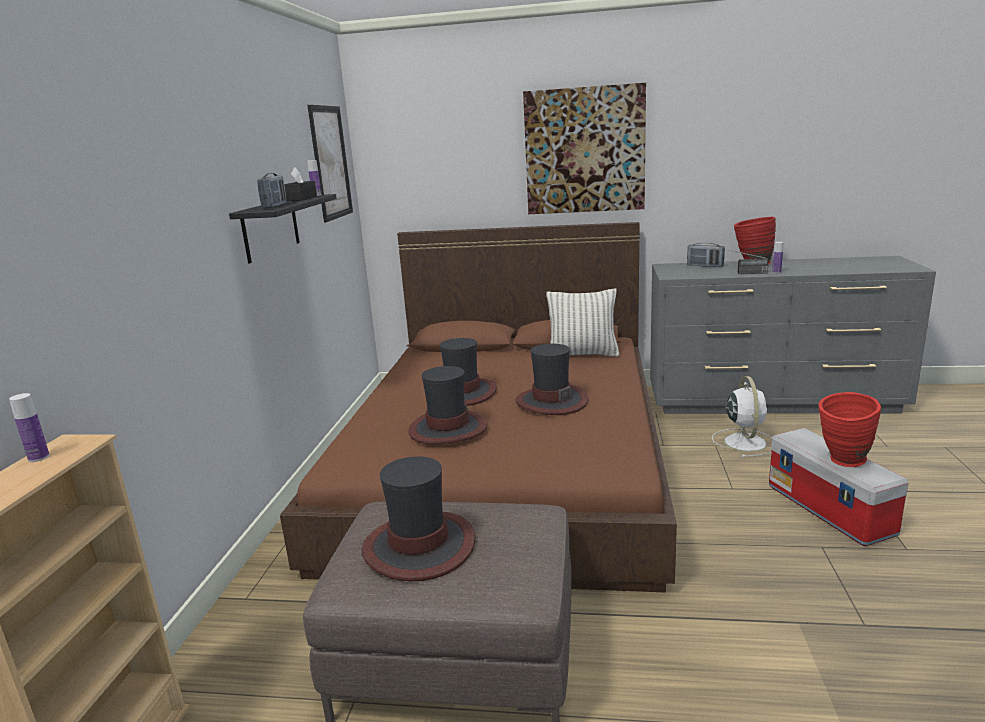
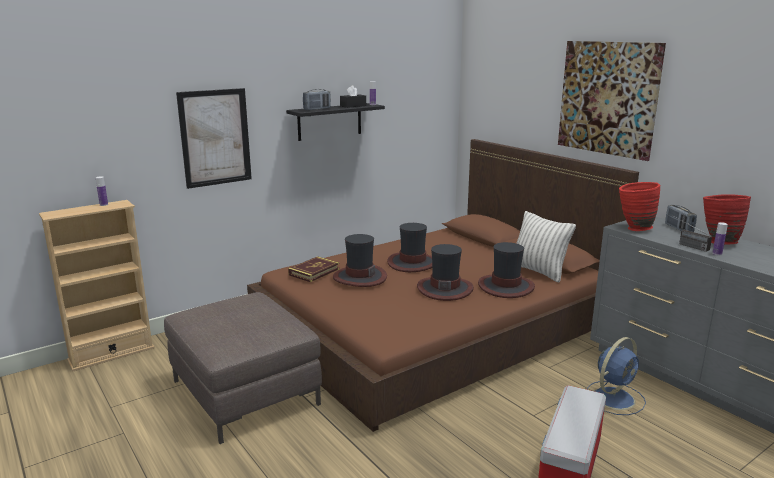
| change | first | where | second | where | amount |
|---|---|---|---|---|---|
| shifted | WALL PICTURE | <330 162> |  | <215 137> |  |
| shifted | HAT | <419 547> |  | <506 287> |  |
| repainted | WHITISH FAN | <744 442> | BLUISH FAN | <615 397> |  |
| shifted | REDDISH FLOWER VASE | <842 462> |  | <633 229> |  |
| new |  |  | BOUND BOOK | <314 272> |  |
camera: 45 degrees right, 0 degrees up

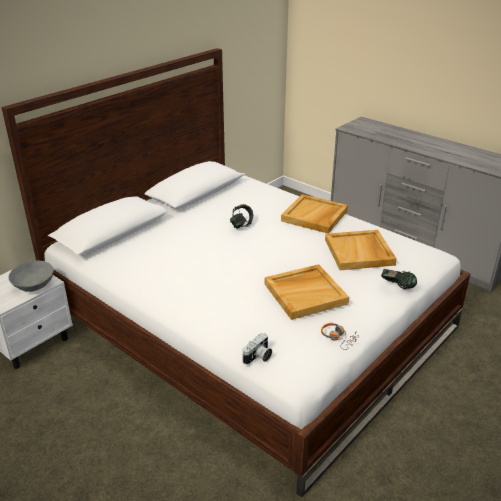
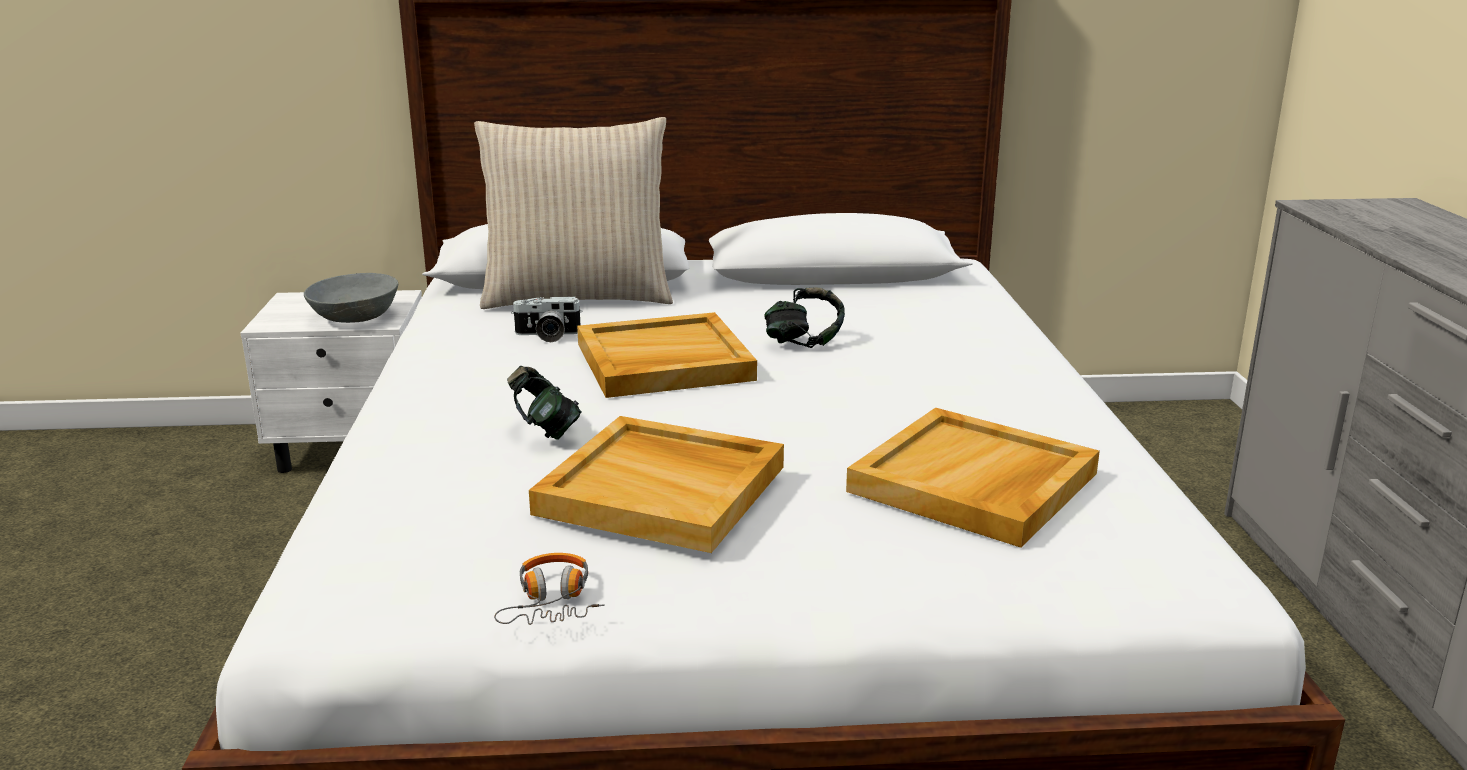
| change | first | where | second | where | amount |
|---|---|---|---|---|---|
| shifted | STILL CAMERA | <258 357> |  | <547 336> |  |
| shifted | BEIGE-COLOURED TRAY | <314 216> |  | <663 362> |  |
| shifted | HEADPHONES | <397 287> |  | <545 431> |  |
| new |  |  | BEIGE-COLOURED THROW PILLOW | <578 297> |  |
camera: 45 degrees right, 10 degrees down

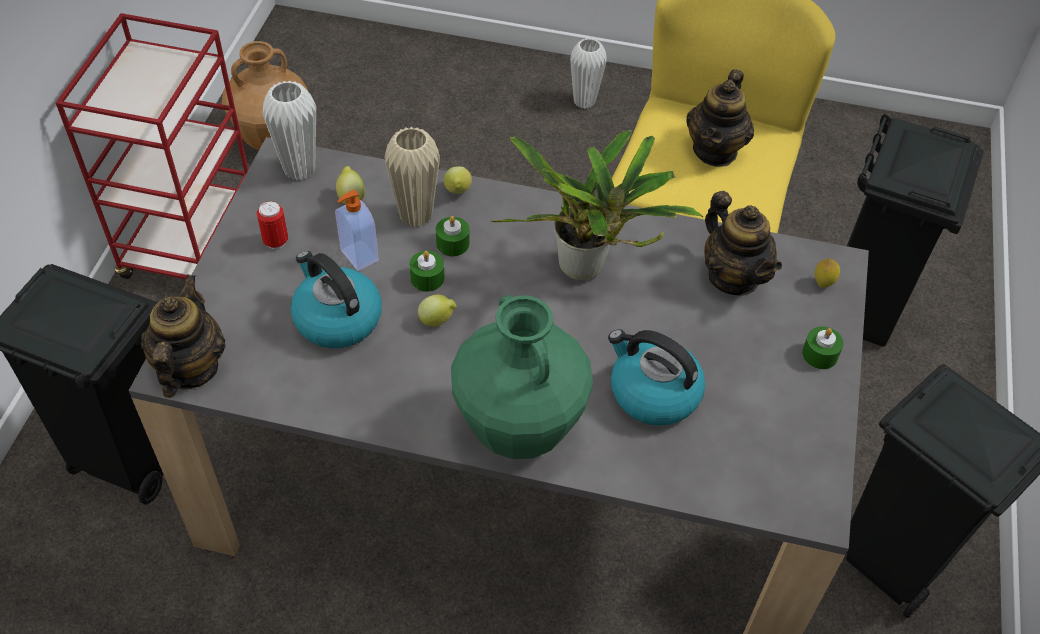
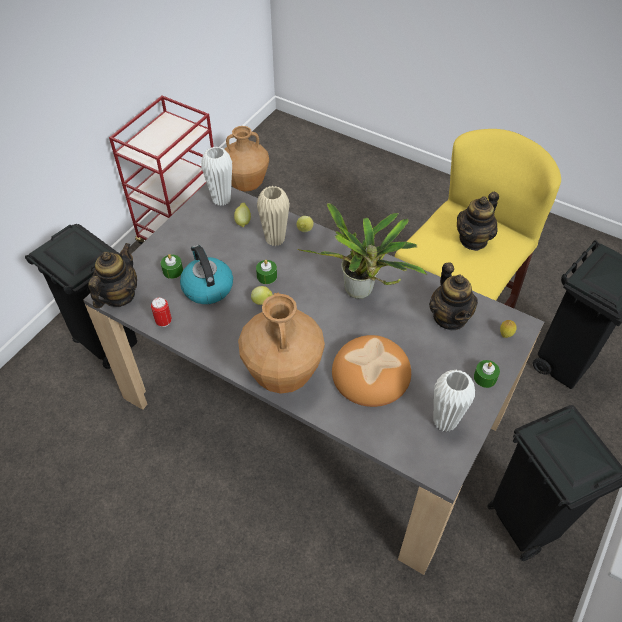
| change | first | where | second | where | amount |
|---|---|---|---|---|---|
| shifted | CAN | <276 241> |  | <164 321> |  |
| gone | SOAP BOTTLE | <358 256> |  |  |  |
| shifted | GREEN WAX LIGHT | <452 243> |  | <173 271> |  |
| repainted | GREEN FLOWER VASE | <519 430> | BROWN FLOWER VASE | <283 376> |  |
| shifted | WHITISH FLOWER VASE | <584 101> |  | <445 421> |  |
| swapped | WATER KETTLE | <652 393> | BAKERY BREAD | <370 374> |  |
camera: 20 degrees right, 0 degrees up

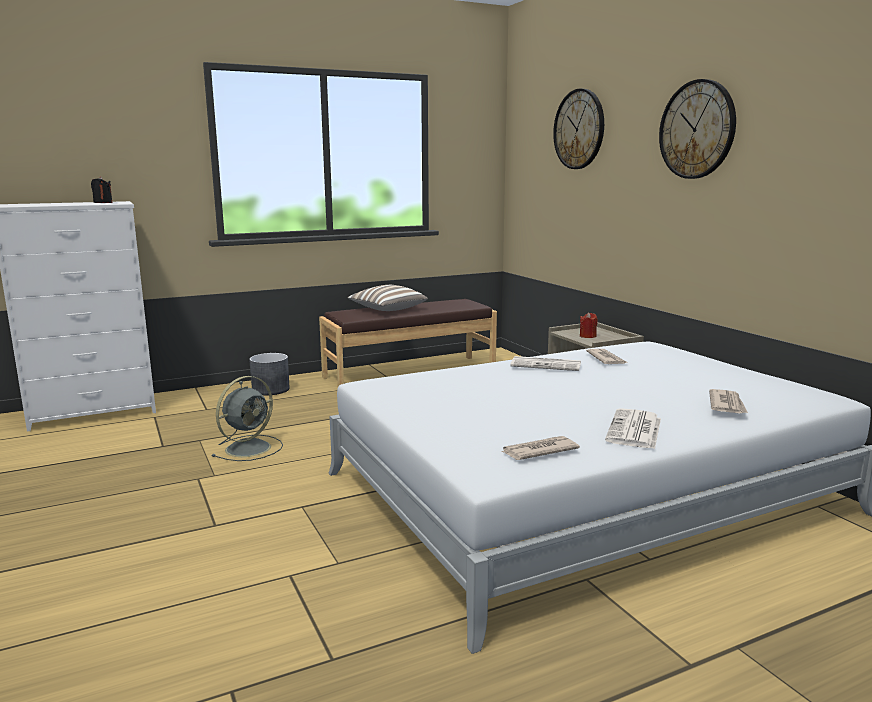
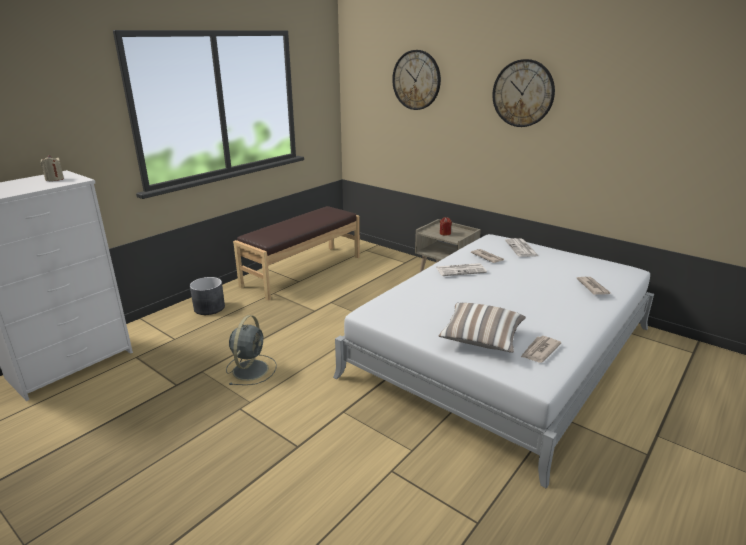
| change | first | where | second | where | amount |
|---|---|---|---|---|---|
| repainted | BLACKISH WAX LIGHT | <103 203> | BEIGE-COLOURED WAX LIGHT | <54 179> |  |
| shifted | THROW PILLOW | <387 310> |  | <481 339> |  |
| shifted | PRINTED PAPER | <634 430> |  | <522 248> |  |
camera: 25 degrees left, 10 degrees up

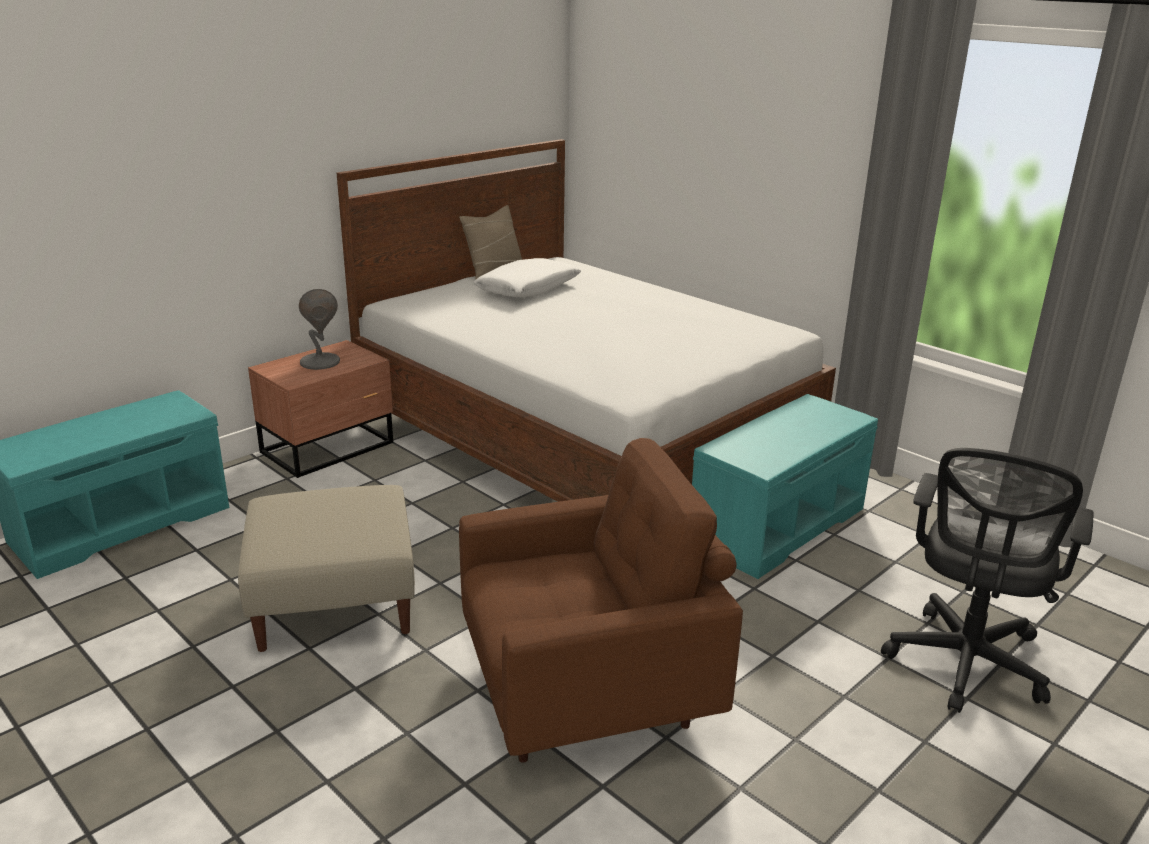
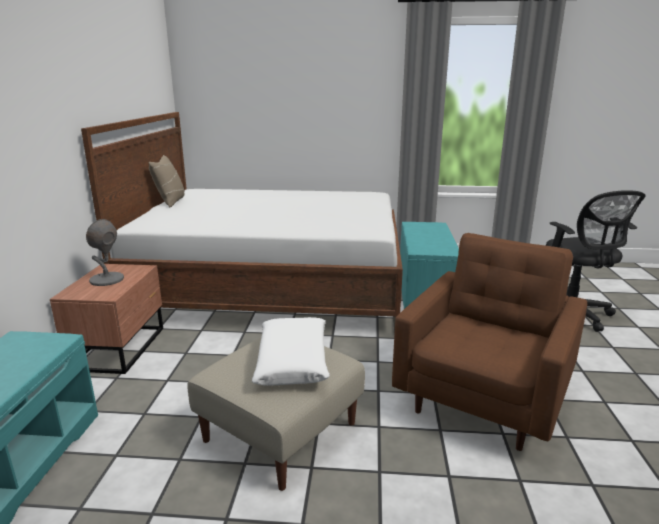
| change | first | where | second | where | amount |
|---|---|---|---|---|---|
| shifted | WHITISH THROW PILLOW | <528 289> |  | <293 360> |  |
camera: 40 degrees left, 5 degrees down

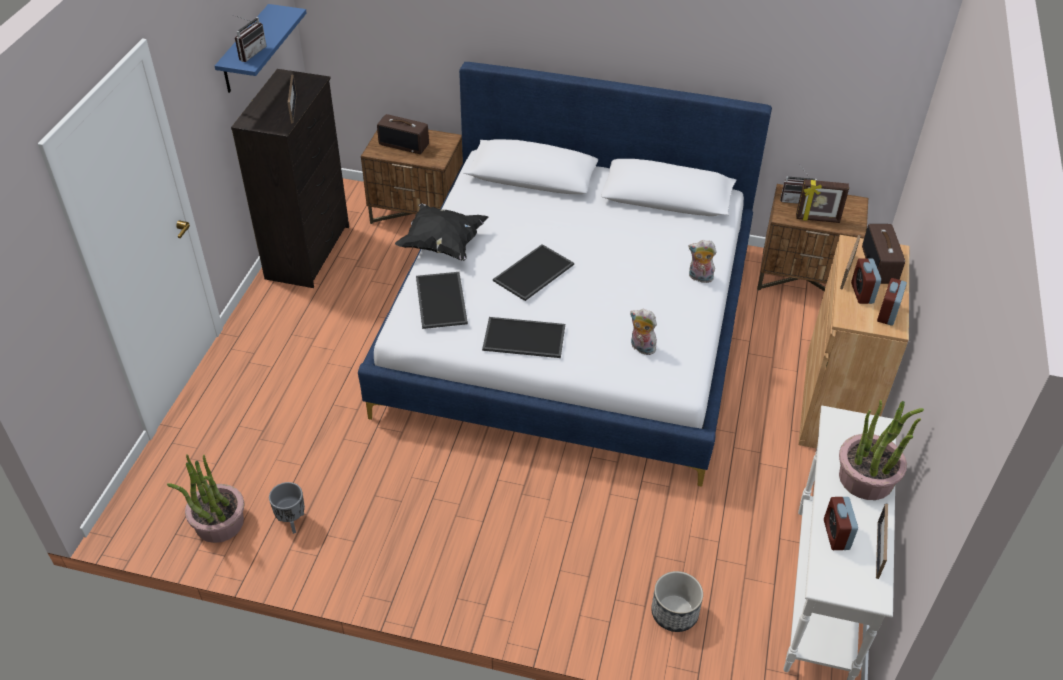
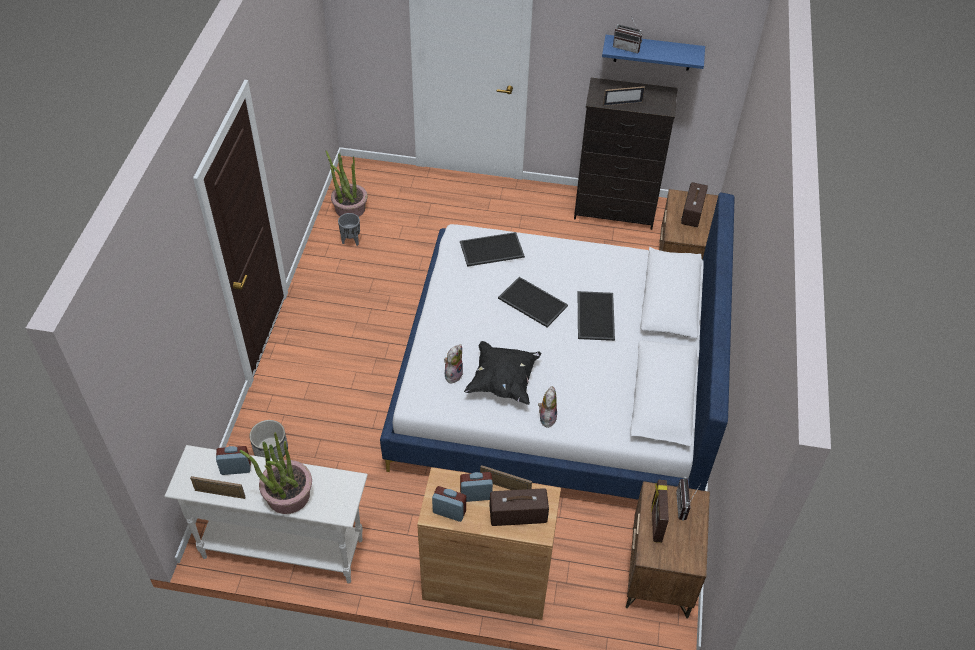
| change | first | where | second | where | amount |
|---|---|---|---|---|---|
| shifted | BLACKISH THROW PILLOW | <442 244> |  | <503 381> |  |
| shifted | TRAY | <523 339> |  | <594 315> |  |
camera: 85 degrees right, 5 degrees up

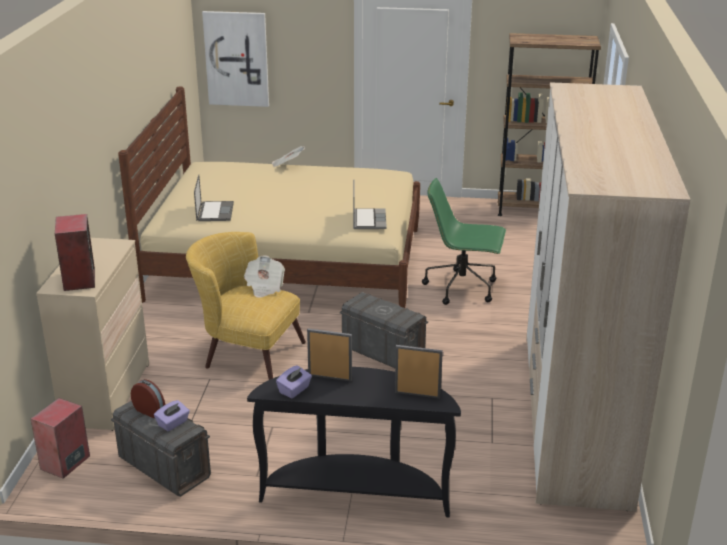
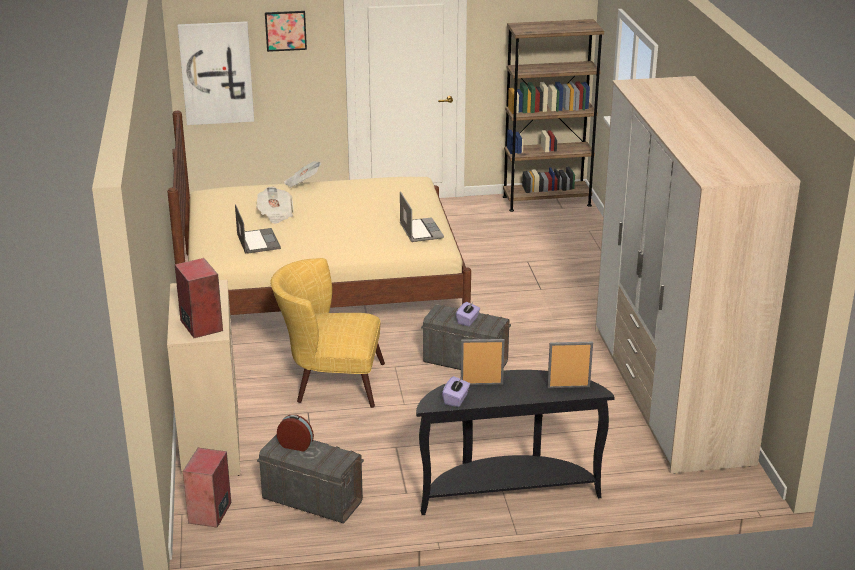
| change | first | where | second | where | amount |
|---|---|---|---|---|---|
| shifted | PURPLE TISSUE BOX | <173 423> |  | <468 321> |  |
| shifted | PRINTED PAPER | <264 287> |  | <275 215> |  |
| gone | GREEN COMPUTER CHAIR | <462 288> |  |  |  |
| new |  |  | WALL PICTURE | <285 30> |  |
camera: 15 degrees left, 0 degrees up

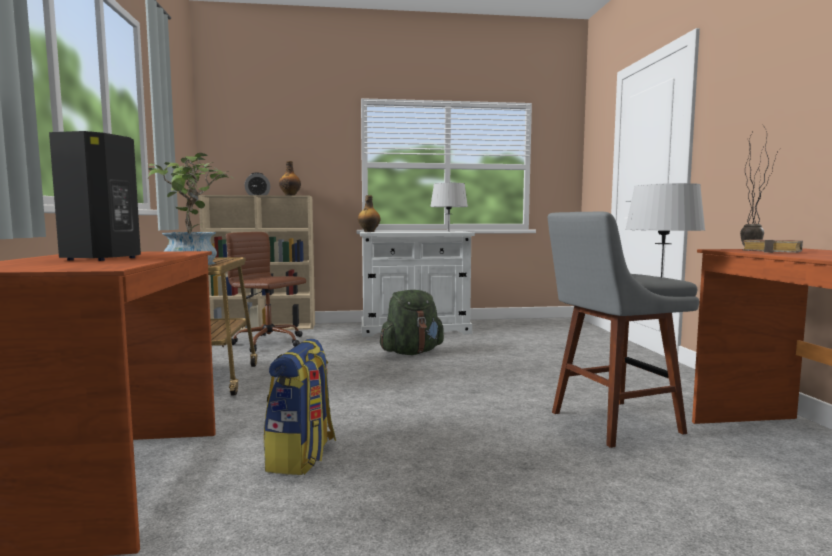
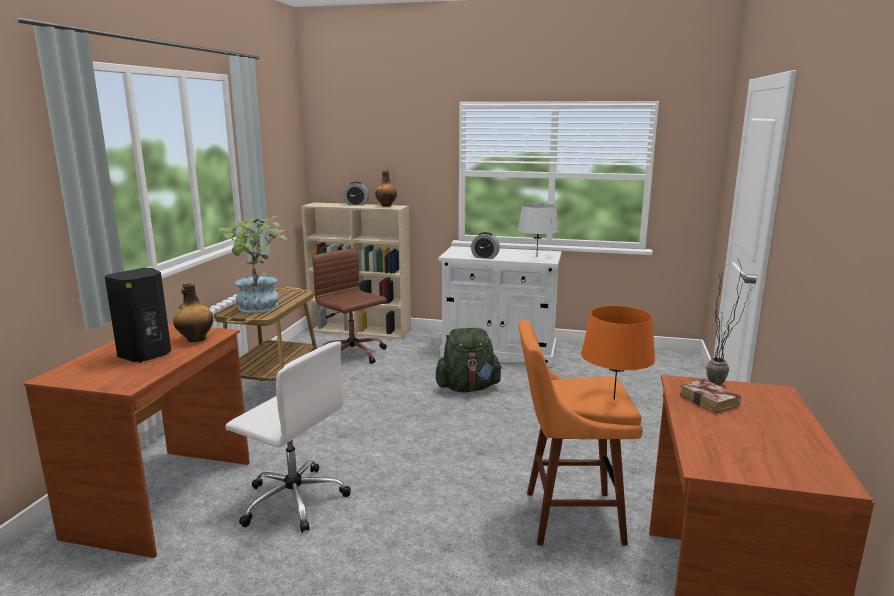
| change | first | where | second | where | amount |
|---|---|---|---|---|---|
| swapped | BACKPACK | <302 457> | WHITISH COMPUTER CHAIR | <293 499> |  |
| shifted | BOTTLE | <369 232> |  | <195 339> |  |
| repainted | GREY SITTING STOOL | <610 423> | ORANGEY SITTING STOOL | <567 517> |  |
| repainted | GREY TABLE LAMP | <661 277> | ORANGEY TABLE LAMP | <613 399> |  |
| new |  |  | ALARM CLOCK | <485 257> |  |
camera: 20 degrees right, 10 degrees up

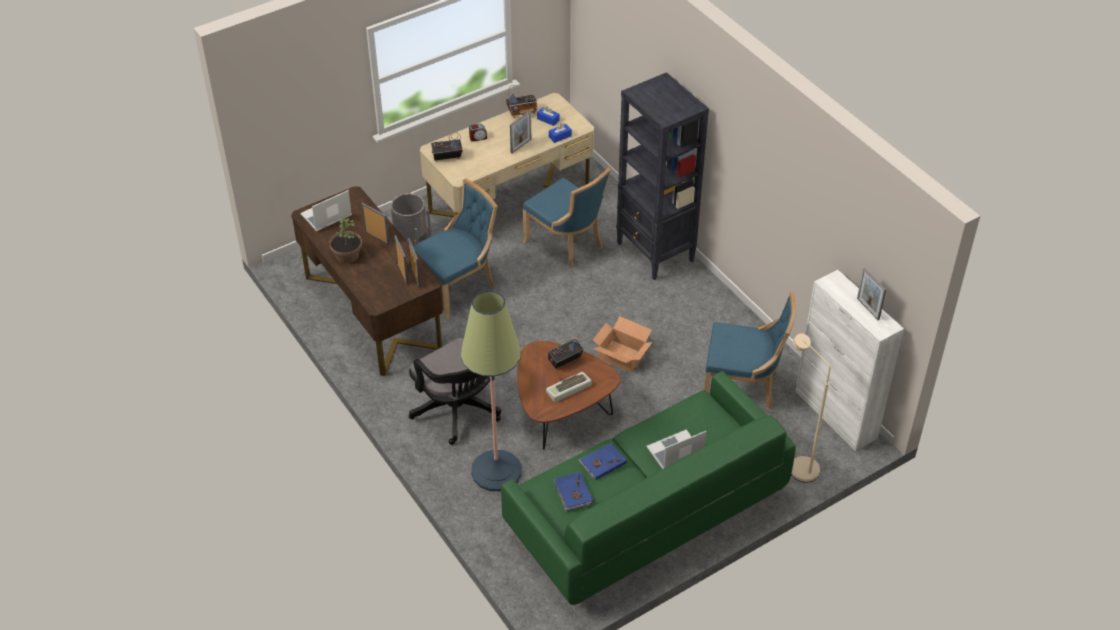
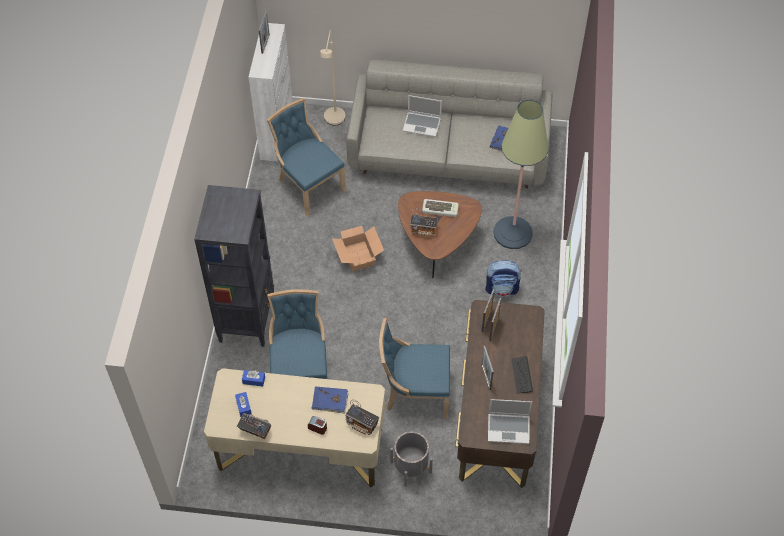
| change | first | where | second | where | amount |
|---|---|---|---|---|---|
| swapped | POTTED PLANT | <347 255> | PC KEYBOARD | <522 375> |  |
| swapped | BLACKISH COMPUTER CHAIR | <459 412> | BACKPACK | <502 288> |  |
| repainted | GREEN SETTEE | <645 512> | GREY SETTEE | <448 153> |  |
| gone | PICTURE FRAME | <521 146> |  |  |  |
| shifted | BLUISH BOUND BOOK | <602 462> |  | <330 400> |  |
camera: 140 degrees left, 10 degrees up

